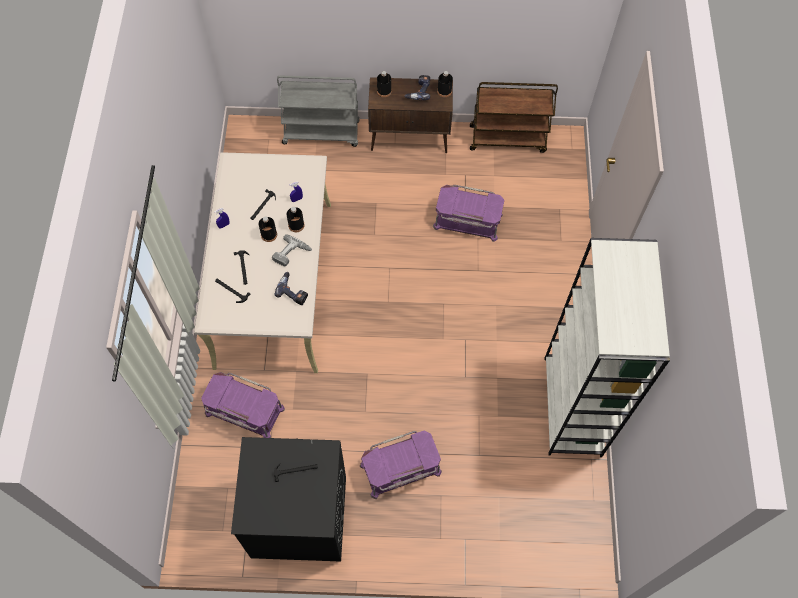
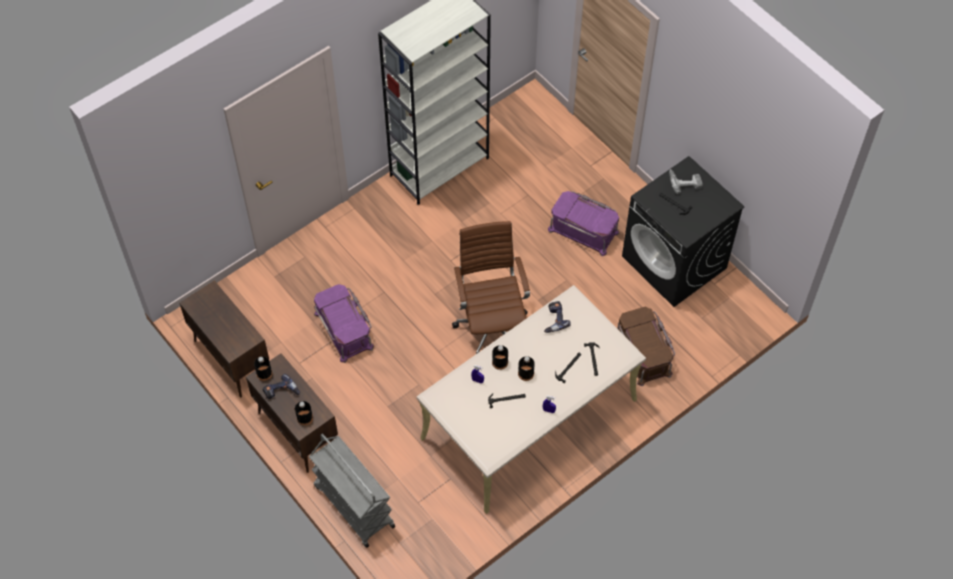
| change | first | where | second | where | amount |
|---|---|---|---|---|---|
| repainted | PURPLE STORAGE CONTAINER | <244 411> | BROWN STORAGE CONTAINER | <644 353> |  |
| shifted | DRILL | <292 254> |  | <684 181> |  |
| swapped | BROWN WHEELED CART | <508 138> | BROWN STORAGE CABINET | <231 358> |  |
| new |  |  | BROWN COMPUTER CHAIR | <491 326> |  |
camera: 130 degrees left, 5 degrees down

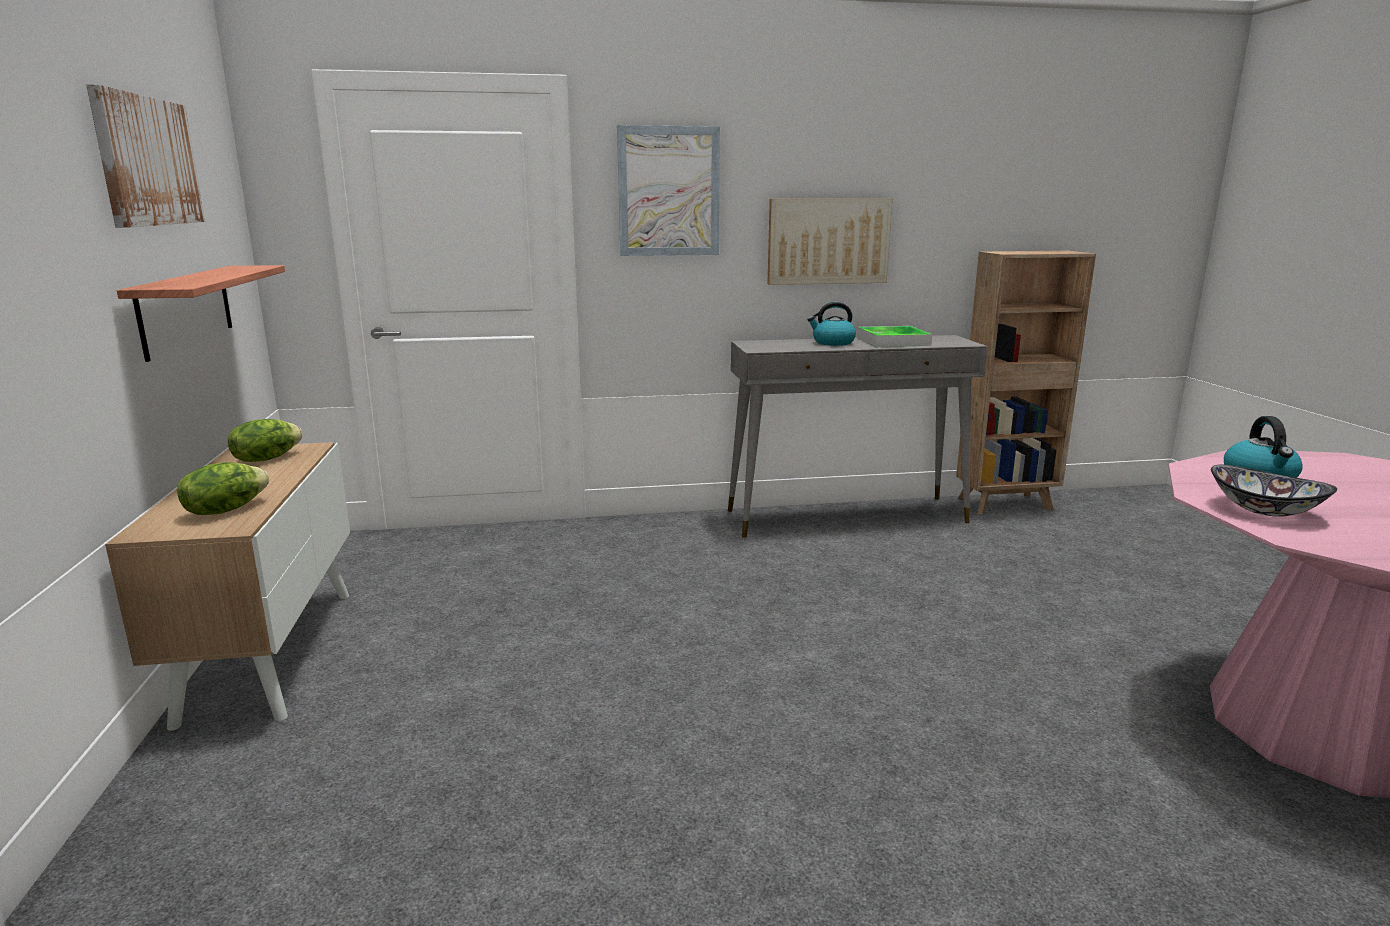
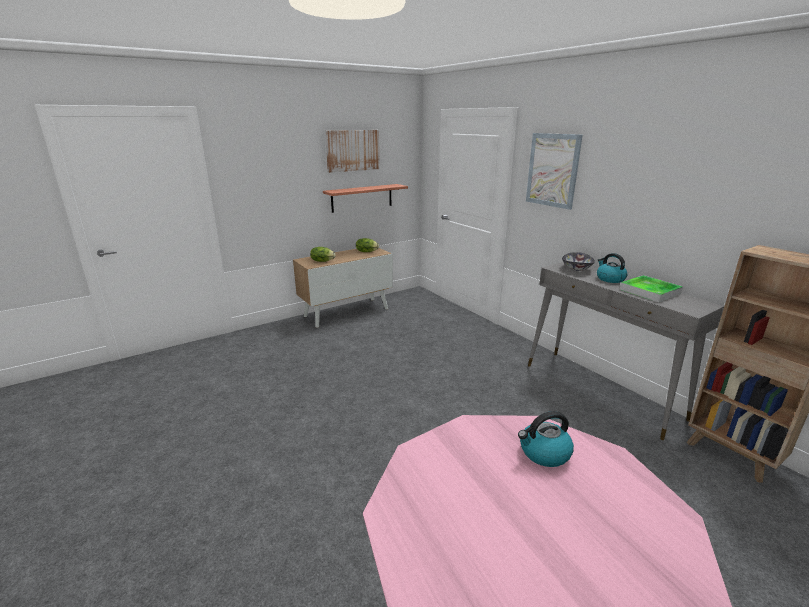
| change | first | where | second | where | amount |
|---|---|---|---|---|---|
| gone | WALL PICTURE | <828 241> |  |  |  |
| shifted | BOWL | <1265 510> |  | <577 269> |  |
camera: 65 degrees right, 5 degrees up

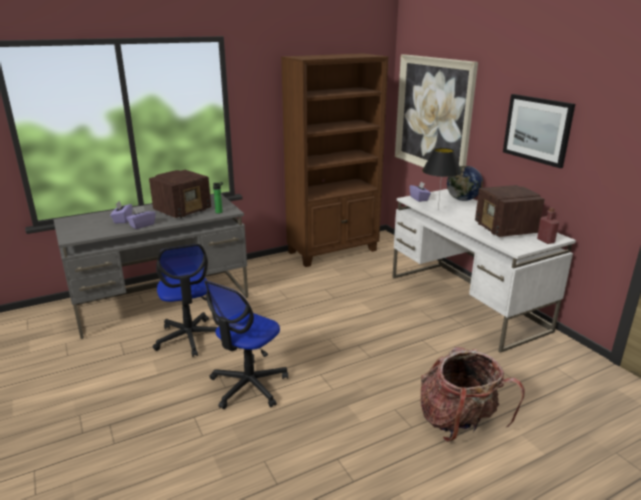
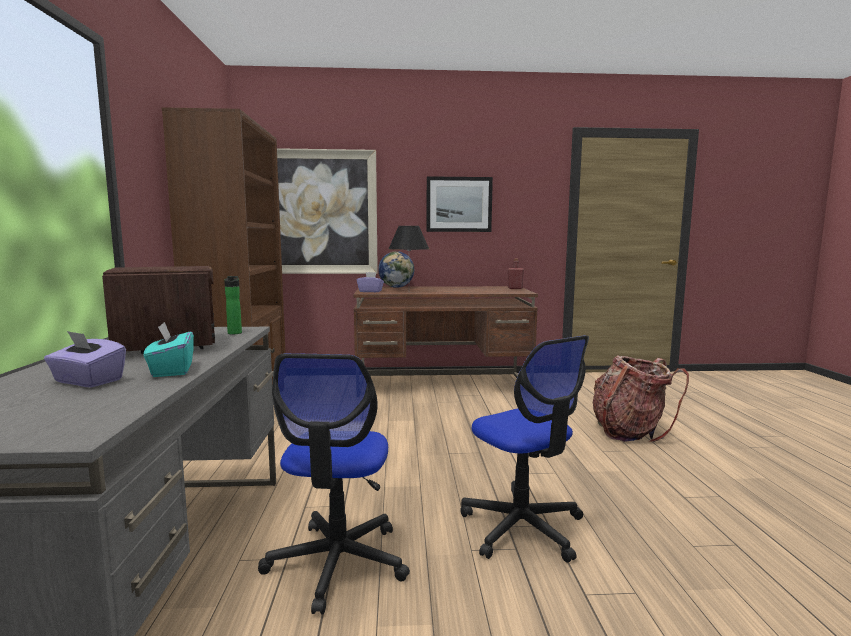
| change | first | where | second | where | amount |
|---|---|---|---|---|---|
| repainted | PURPLE TISSUE BOX | <142 225> | TURQUOISE-COLOURED TISSUE BOX | <171 370> |  |
| rotated | COMPUTER CHAIR | <190 337> |  | <337 562> | 90 degrees clockwise |
| repainted | WHITISH DESK UNIT | <466 303> | BROWN DESK UNIT | <443 385> |  |
| gone | RADIO | <505 230> |  |  |  |
camera: 65 degrees left, 15 degrees down

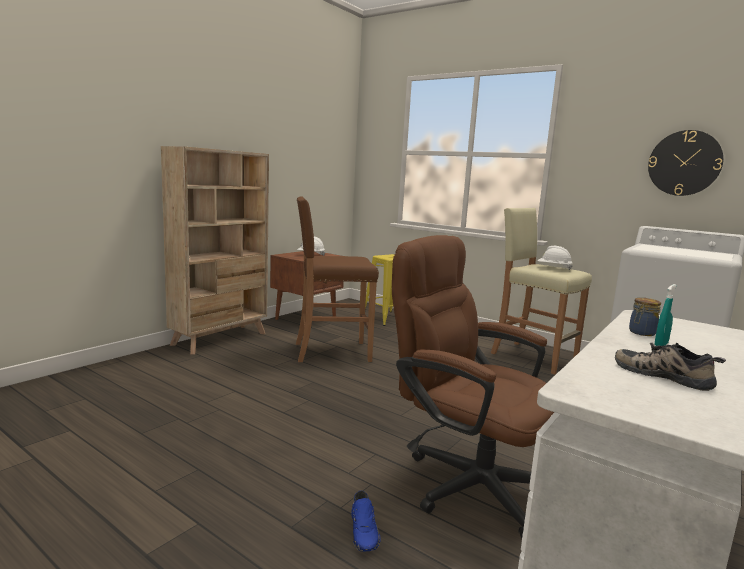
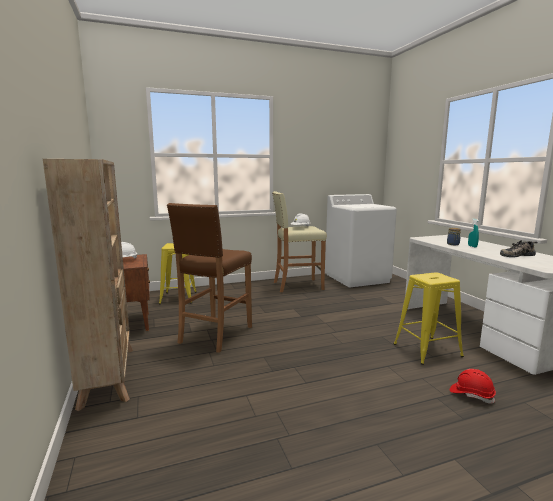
| change | first | where | second | where | amount |
|---|---|---|---|---|---|
| swapped | BLUISH SHOE | <364 531> | REDDISH SAFETY HELMET | <471 394> |  |
| swapped | BROWN COMPUTER CHAIR | <466 480> | YELLOW SITTING STOOL | <427 350> |  |
| gone | CLOCK ON THE WALL | <684 163> |  |  |  |
camera: 55 degrees left, 0 degrees up

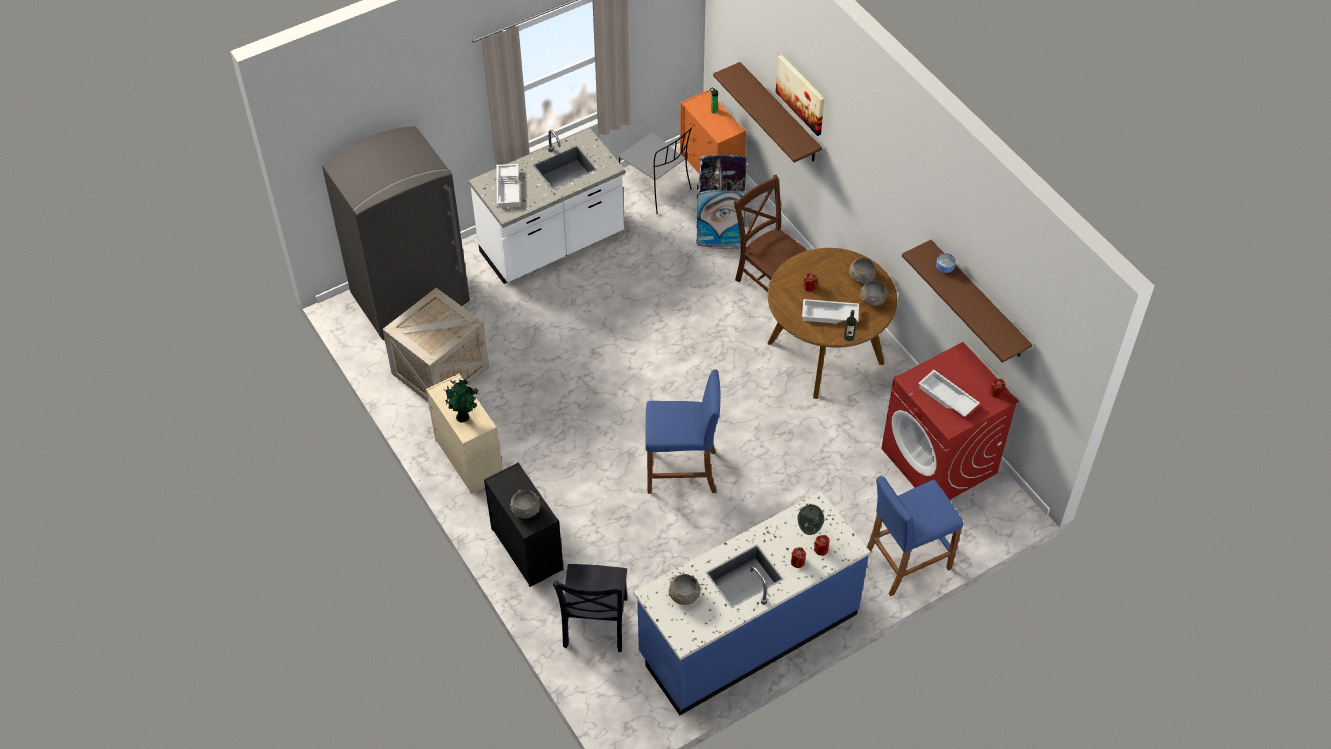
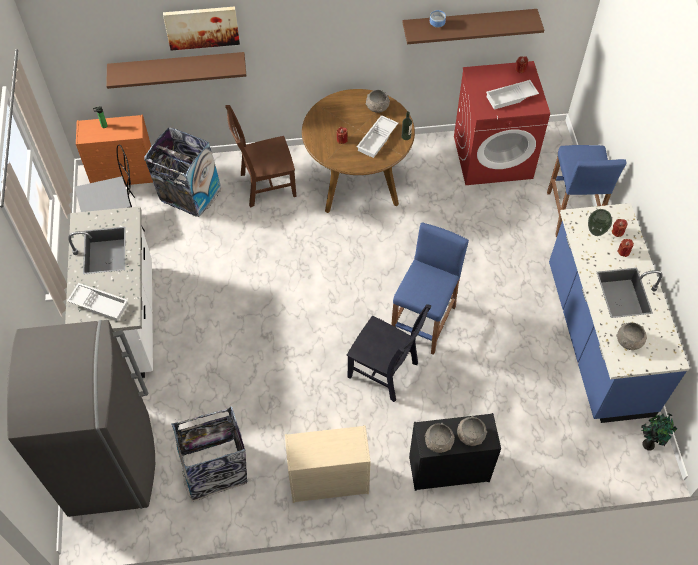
| change | first | where | second | where | amount |
|---|---|---|---|---|---|
| swapped | SHIPPING CRATE | <440 372> | TRASH CAN | <215 469> |  |
| shifted | POTTED PLANT | <464 417> |  | <648 443> |  |
| shifted | BLACKISH PLAIN CHAIR | <595 625> |  | <385 372> |  |
| shifted | GREY BOWL | <861 277> |  | <438 442> |  |
camera: 65 degrees left, 5 degrees up

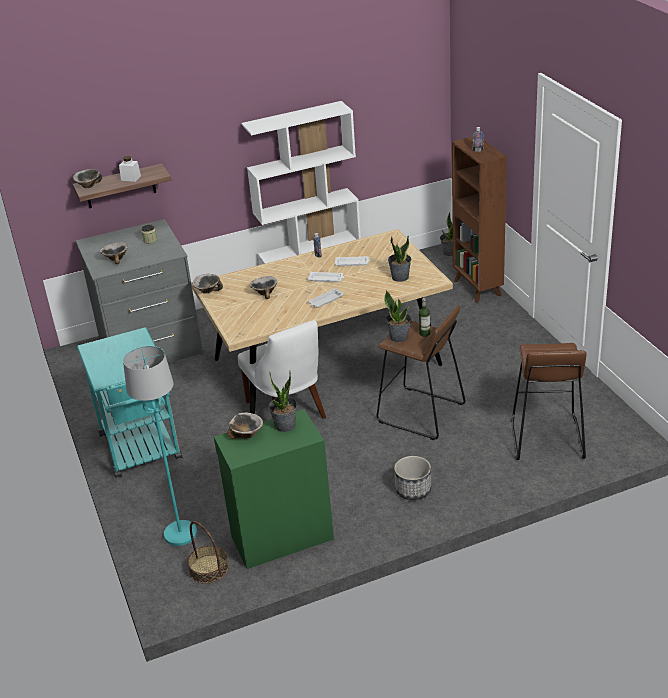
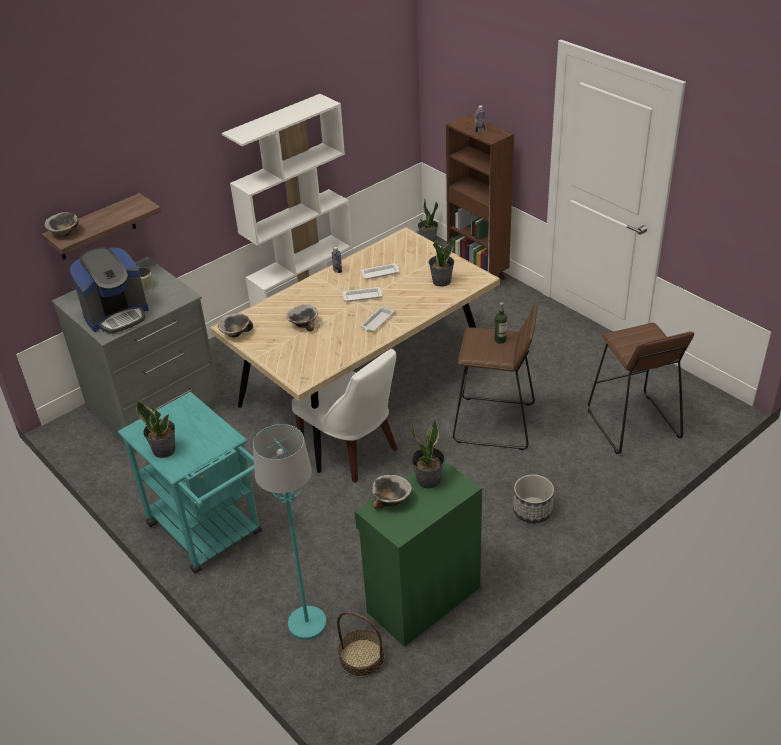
| change | first | where | second | where | amount |
|---|---|---|---|---|---|
| swapped | BOWL | <116 259> | COFFEE MACHINE | <117 315> |  |
| gone | WHITISH PRESERVE JAR | <131 178> |  |  |  |
| shifted | POTTED PLANT | <399 337> |  | <164 450> |  |
camera: 20 degrees left, 5 degrees up

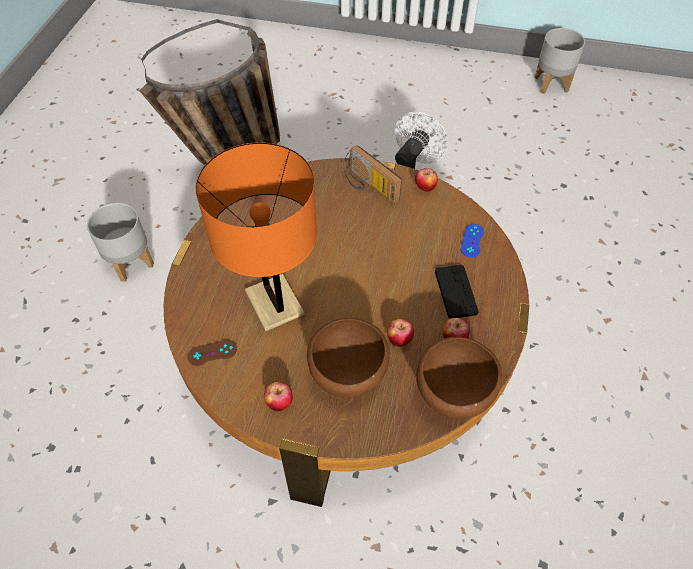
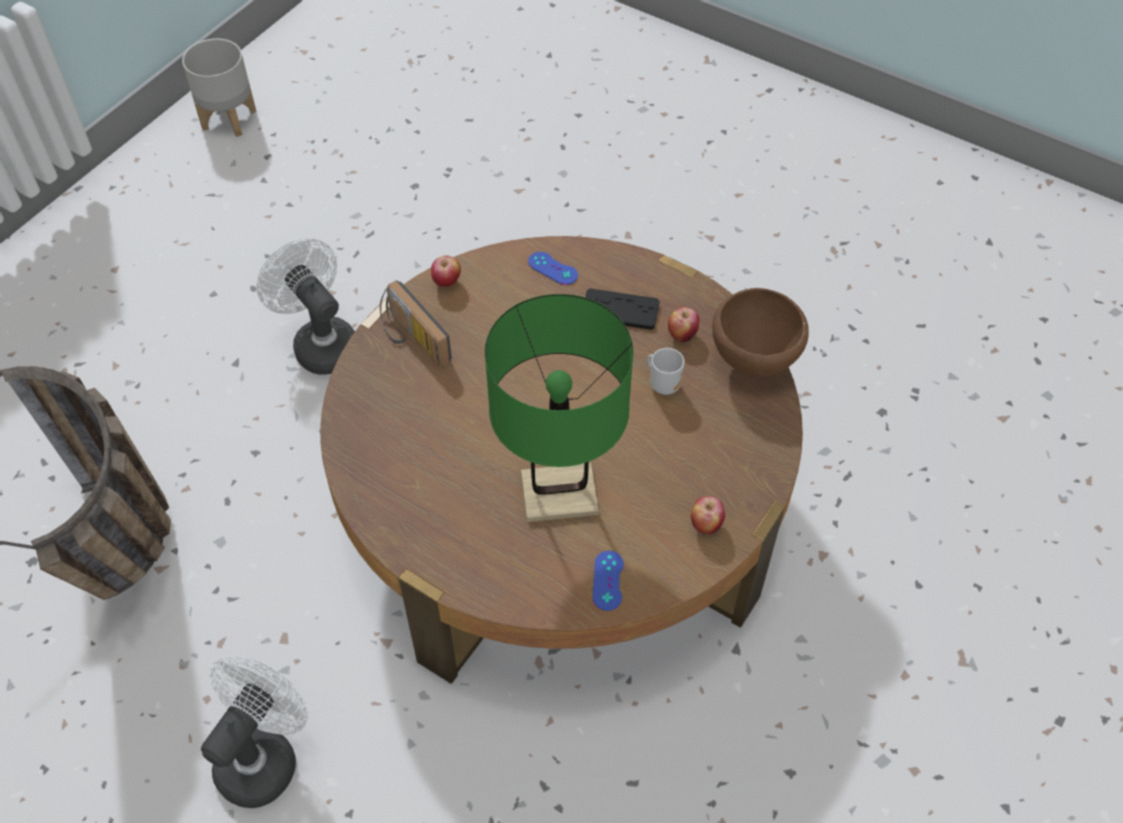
| change | first | where | second | where | amount |
|---|---|---|---|---|---|
| swapped | GREY FLOWER POT | <130 262> | WHITISH FAN | <264 755> |  |
| repainted | BROWN GAME CONTROLLER | <212 353> | BLUISH GAME CONTROLLER | <608 580> |  |
| repainted | ORANGEY TABLE LAMP | <274 303> | GREEN TABLE LAMP | <559 494> |  |
| gone | BROWN BOWL | <348 378> |  |  |  |
| rotated | RADIO | <368 186> |  | <411 339> | 75 degrees clockwise |
| swapped | APPLE | <399 340> | TEA MUG | <664 384> |  |
camera: 70 degrees left, 0 degrees up

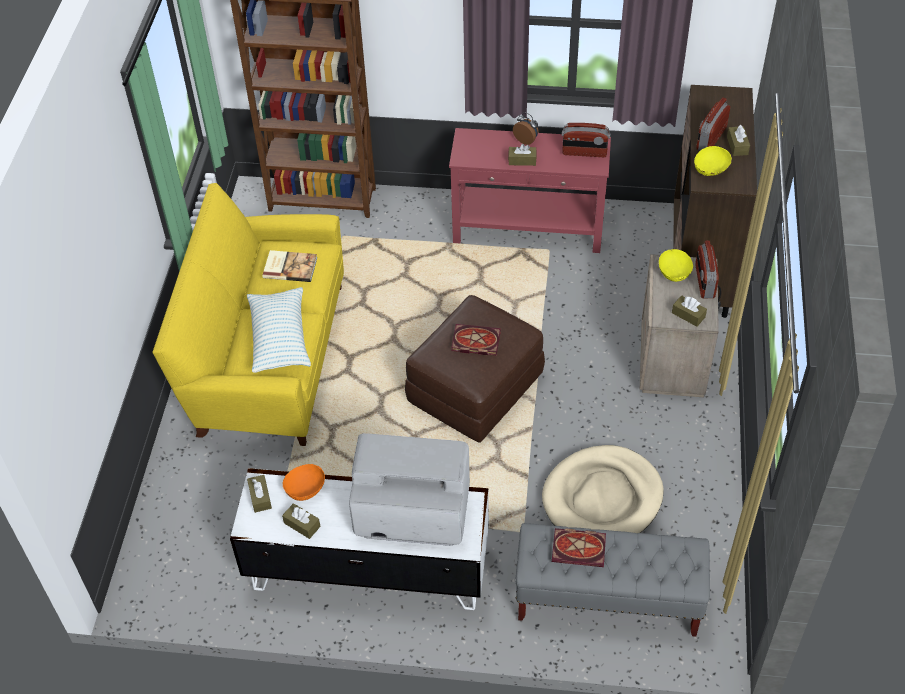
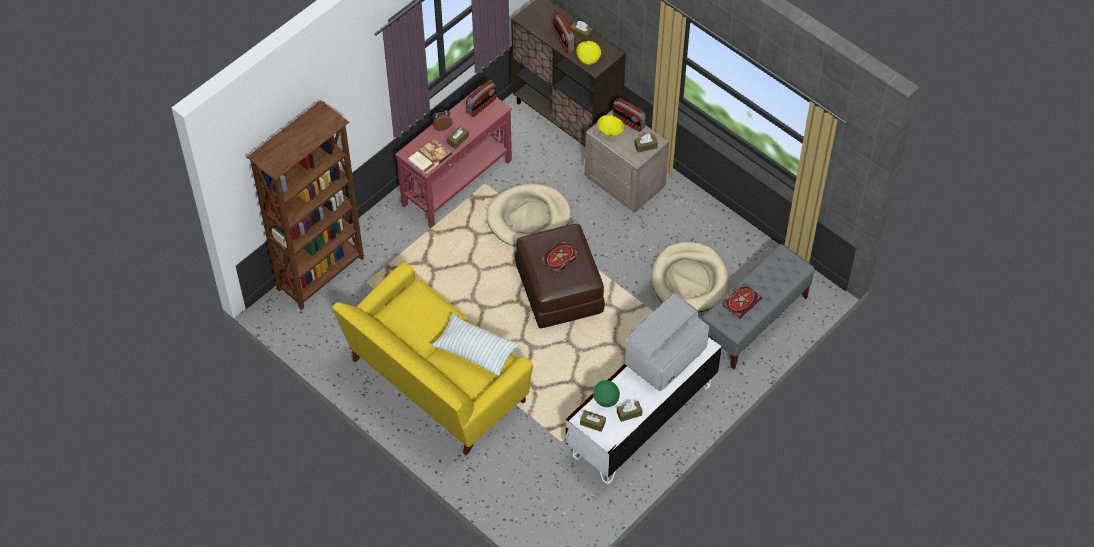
| change | first | where | second | where | amount |
|---|---|---|---|---|---|
| shifted | BOUND BOOK | <290 267> |  | <429 157> |  |
| repainted | ORANGEY BOWL | <305 489> | GREEN BOWL | <605 398> |  |
| new |  |  | BEIGE-COLOURED DOG BED | <528 218> |  |
camera: 55 degrees left, 5 degrees up

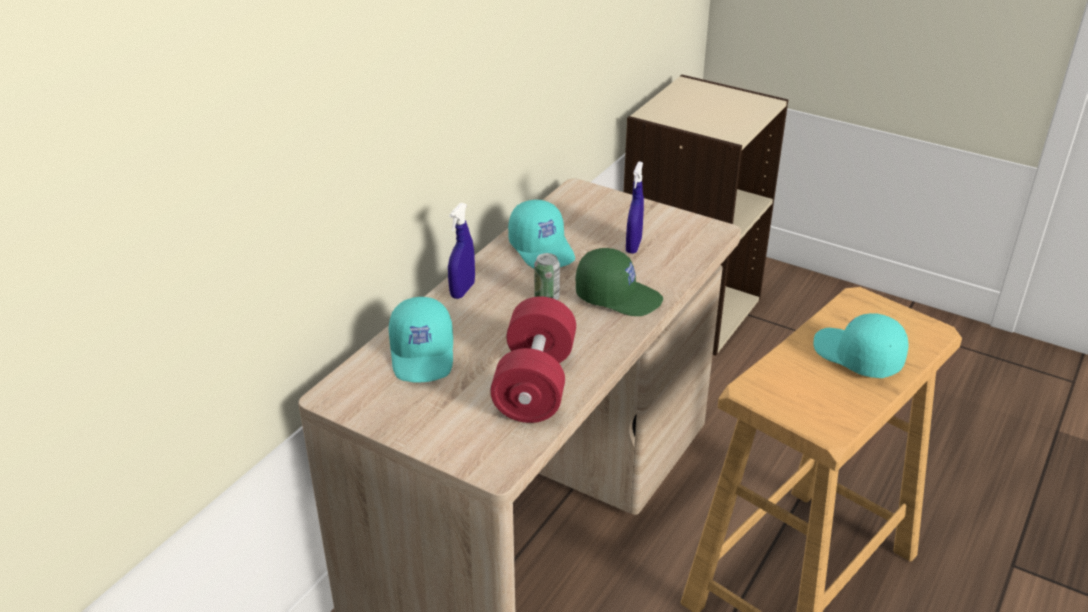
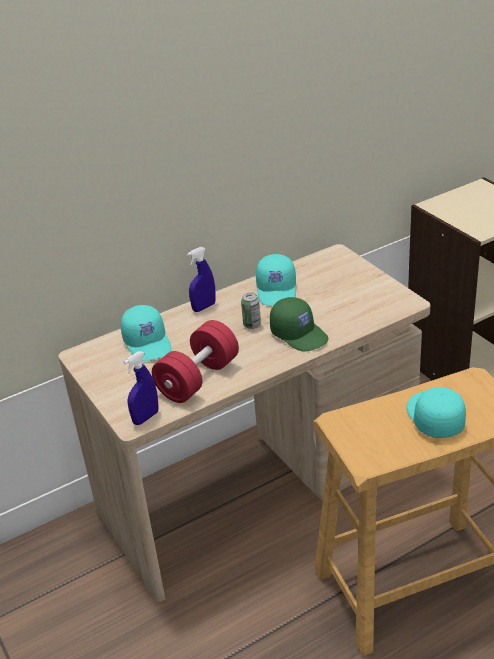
| change | first | where | second | where | amount |
|---|---|---|---|---|---|
| rotated | TURQUOISE-COLOURED BASEBALL CAP | <423 355> |  | <148 343> | 45 degrees counterclockwise |
| shifted | BLUISH SPRAYER | <633 246> |  | <146 417> |  |
camera: 30 degrees right, 0 degrees up

